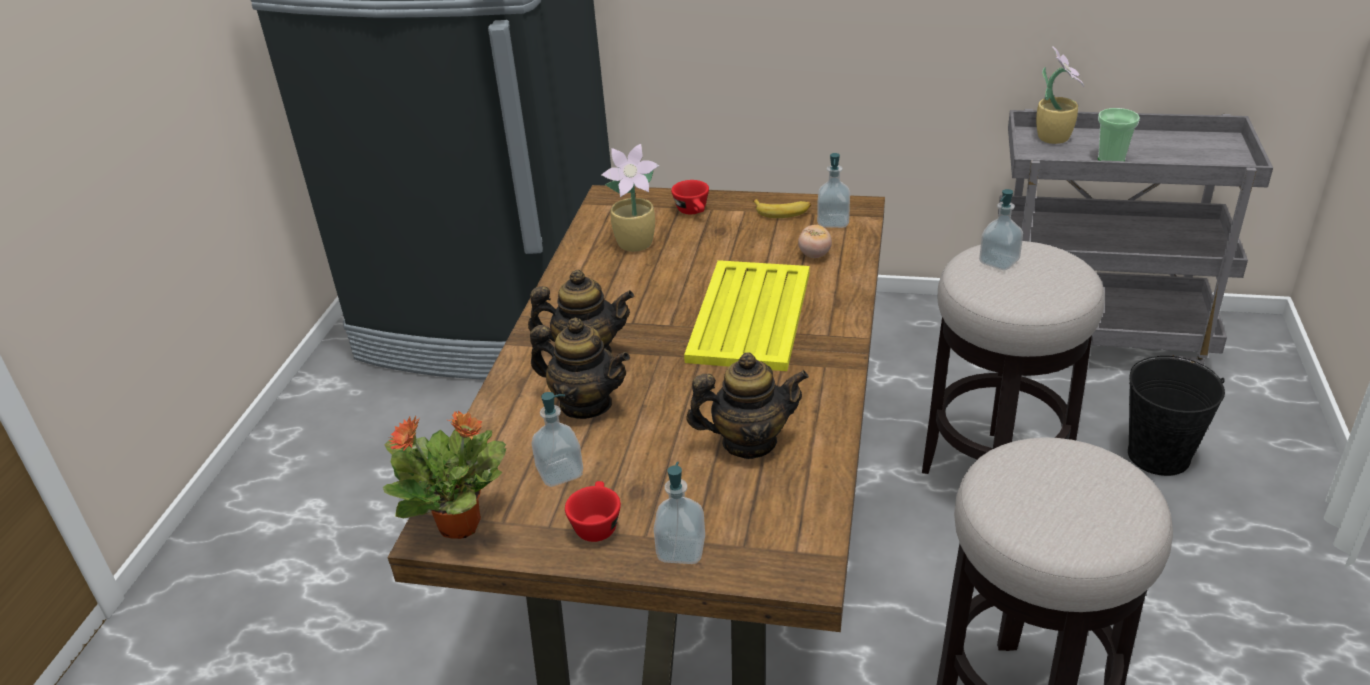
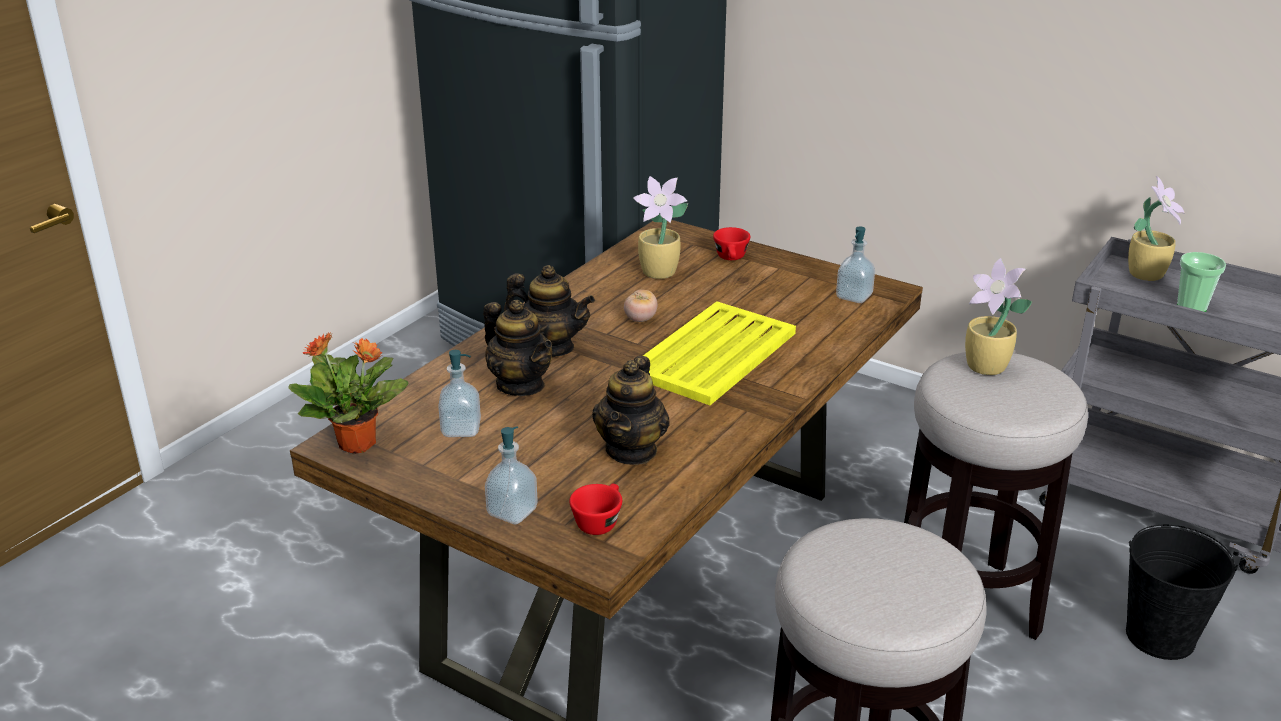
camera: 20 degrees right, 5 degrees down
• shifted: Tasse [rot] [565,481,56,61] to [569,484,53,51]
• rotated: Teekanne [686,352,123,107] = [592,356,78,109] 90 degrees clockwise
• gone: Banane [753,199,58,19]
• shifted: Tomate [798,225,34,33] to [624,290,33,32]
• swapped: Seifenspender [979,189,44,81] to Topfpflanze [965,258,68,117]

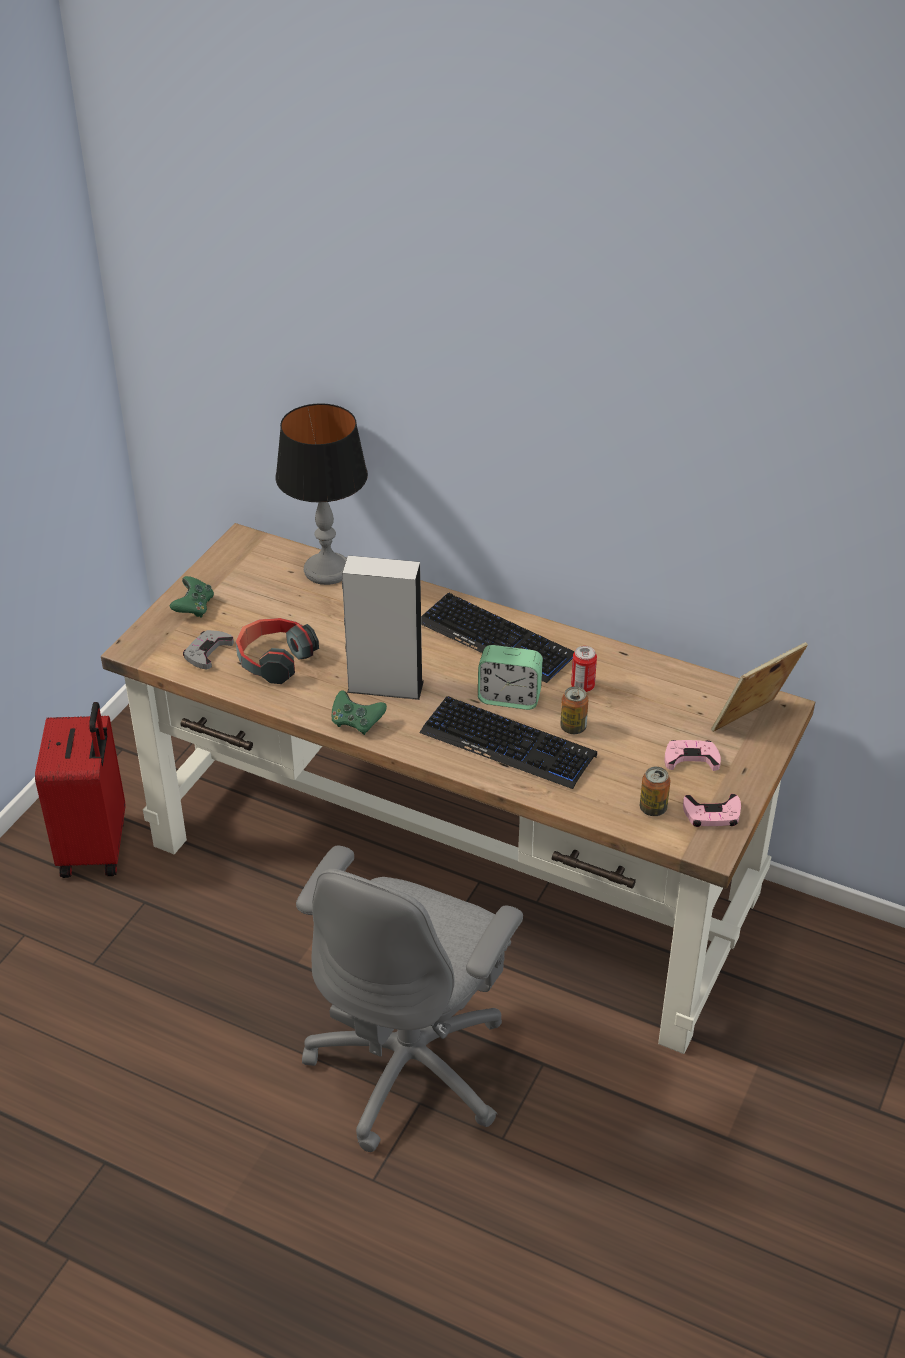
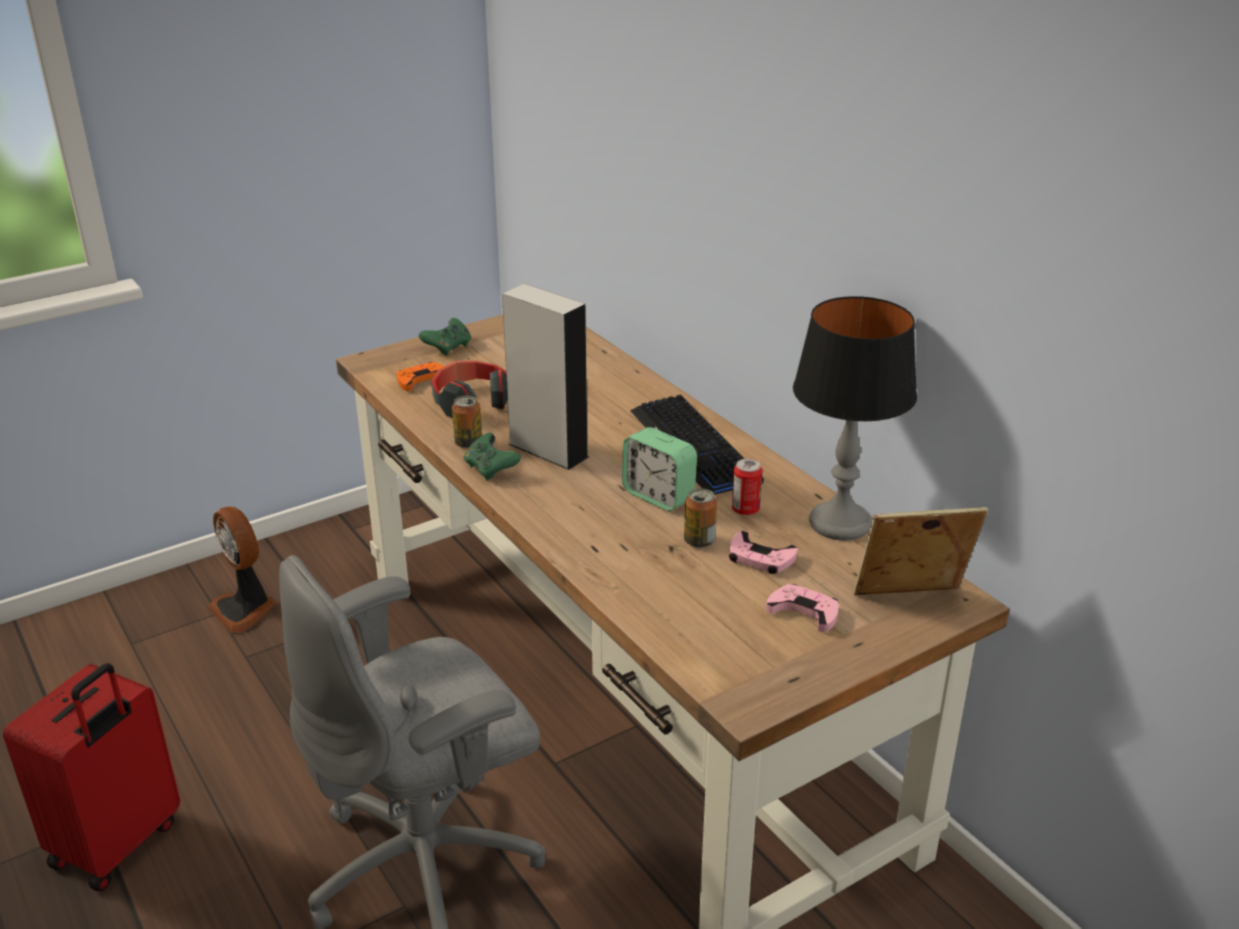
camera: 30 degrees right, 10 degrees down
• shifted: Koffer [rot] [35,702,90,176] to [3,663,177,228]
• repainted: Gamepad [grau] [183,630,51,39] to Gamepad [orange] [397,362,47,29]
• shifted: Tischlampe [276,403,92,182] to [793,296,124,245]
• gone: Tastatur [420,696,177,93]
• shifted: Dose [640,767,31,49] to [452,395,30,53]
• shifted: Gamepad [rosa] [683,794,58,33] to [729,531,68,43]
• new: Ventilator [207,506,69,127]

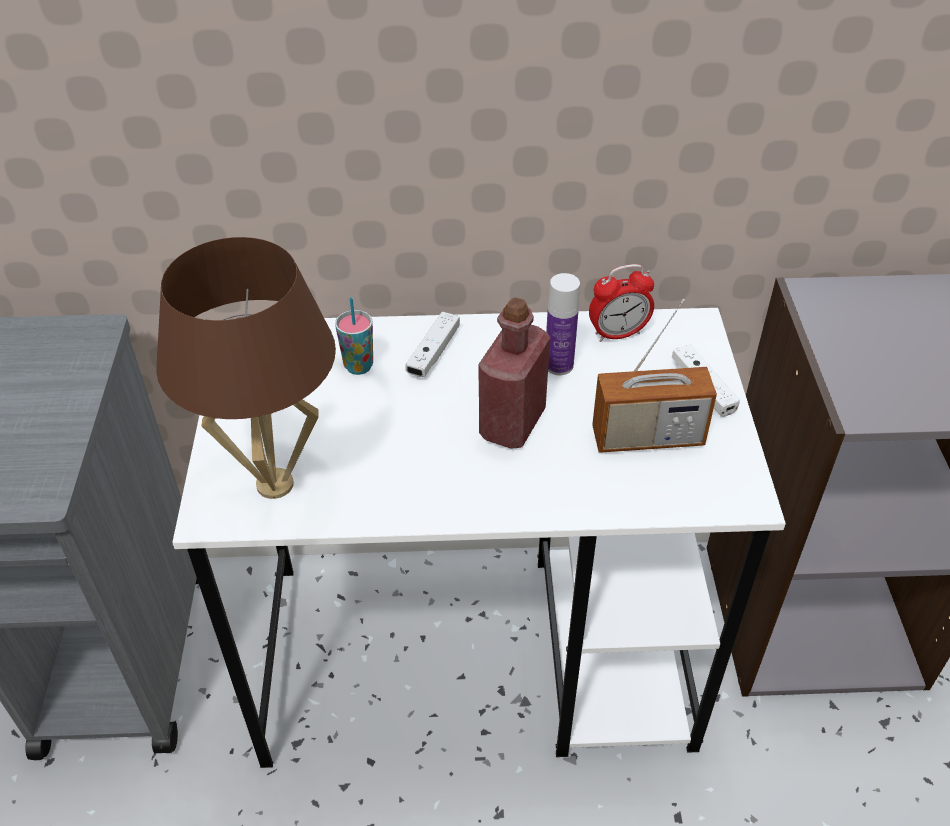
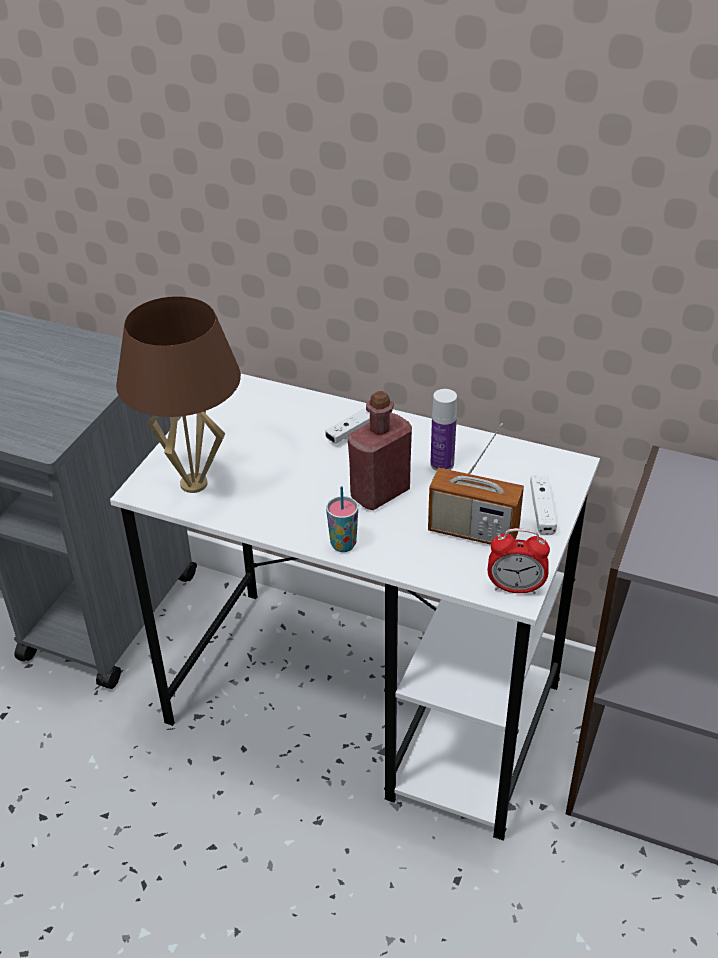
camera: 25 degrees right, 5 degrees down
• shifted: Tasse [335,297,38,78] to [326,486,32,66]
• shifted: Wecker [589,264,65,78] to [488,528,62,66]

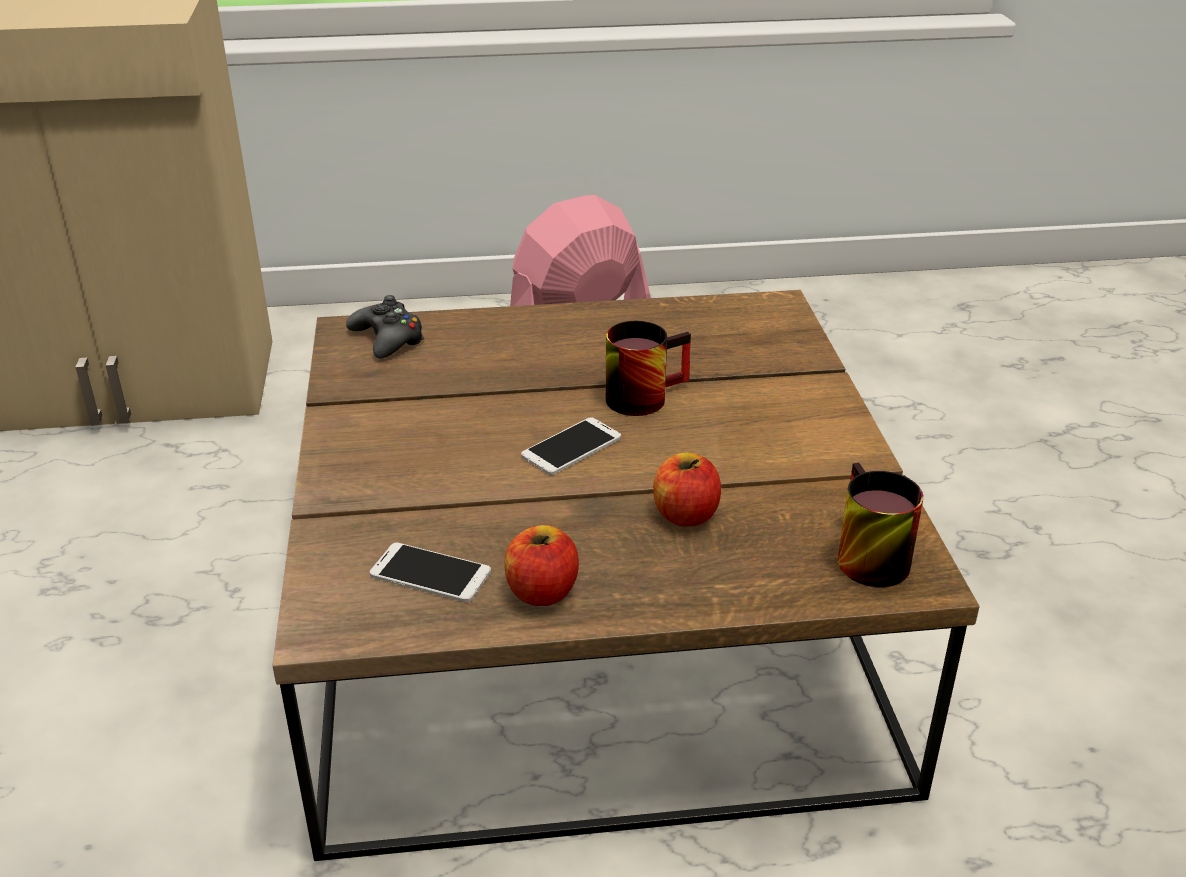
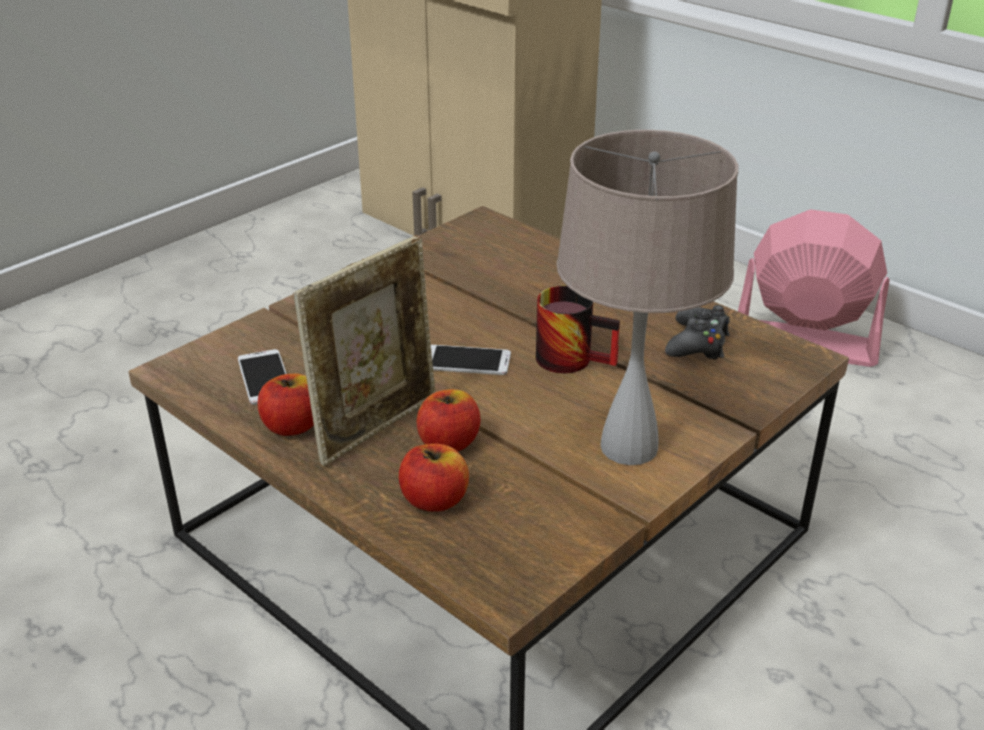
camera: 50 degrees right, 0 degrees up
• shifted: Gamepad [schwarz] [346,295,78,64] to [665,305,65,55]
• gone: Henkelbecher [838,463,85,124]
• new: Bilderrahmen [293,235,142,231]
• new: Apfel [399,444,70,68]
• new: Tischlampe [beige] [556,130,182,335]

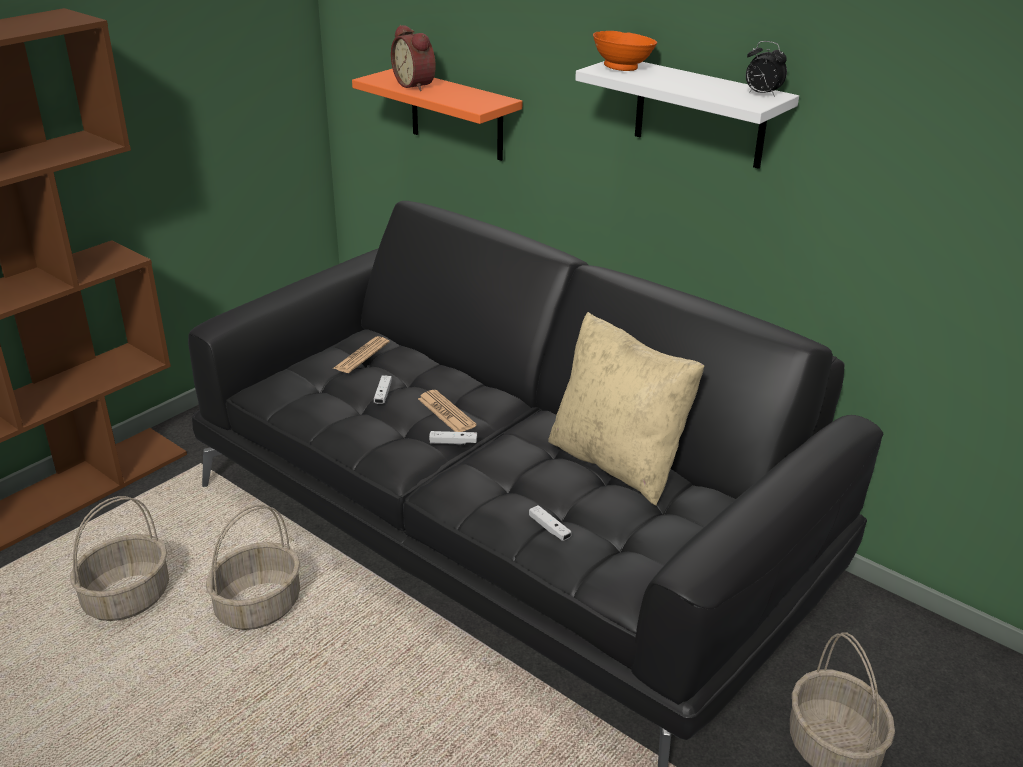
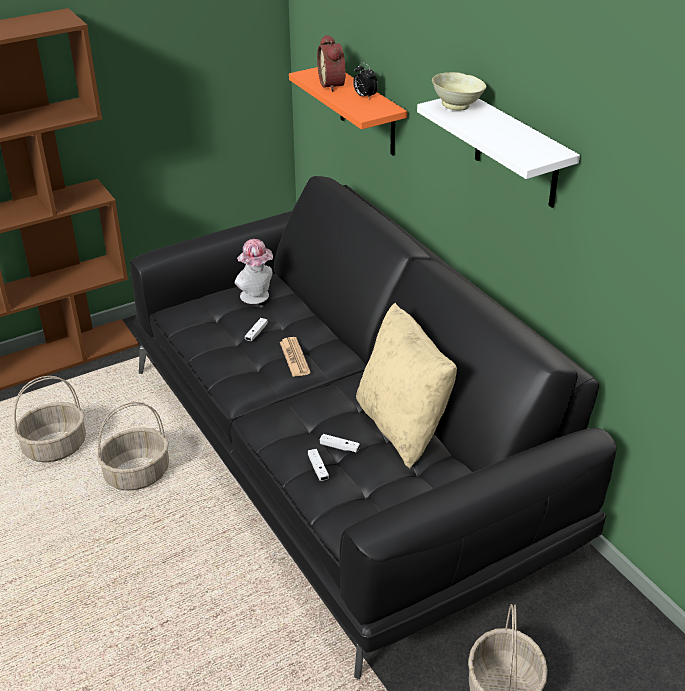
camera: 20 degrees right, 5 degrees up
• swapped: Zeitung [332,336,58,37] to Hut [235,239,38,65]
• shifted: Gamepad [weiß] [429,431,48,13] to [320,434,40,18]
• repainted: Schüssel [orange] [593,31,64,40] to Schüssel [beige] [432,72,54,38]
• shifted: Wecker [746,41,41,56] to [353,62,25,37]

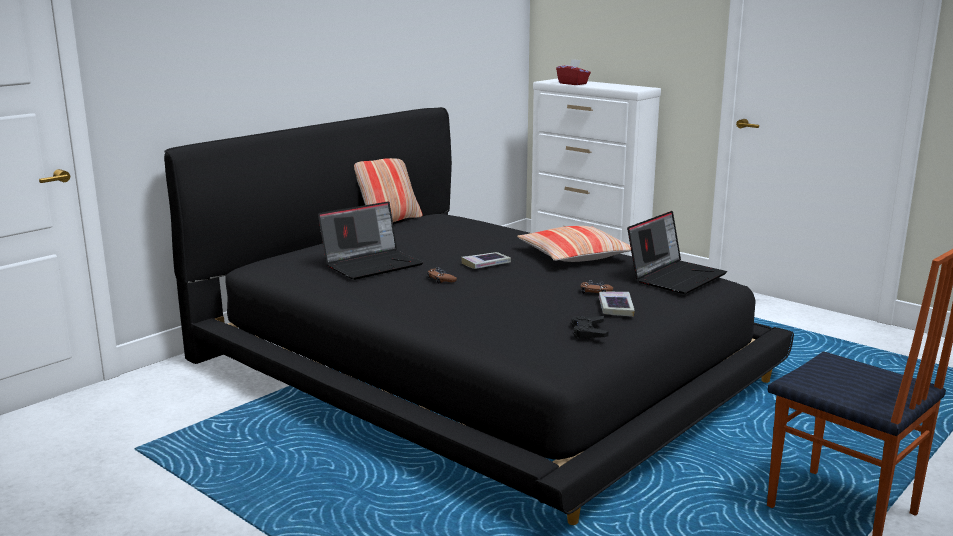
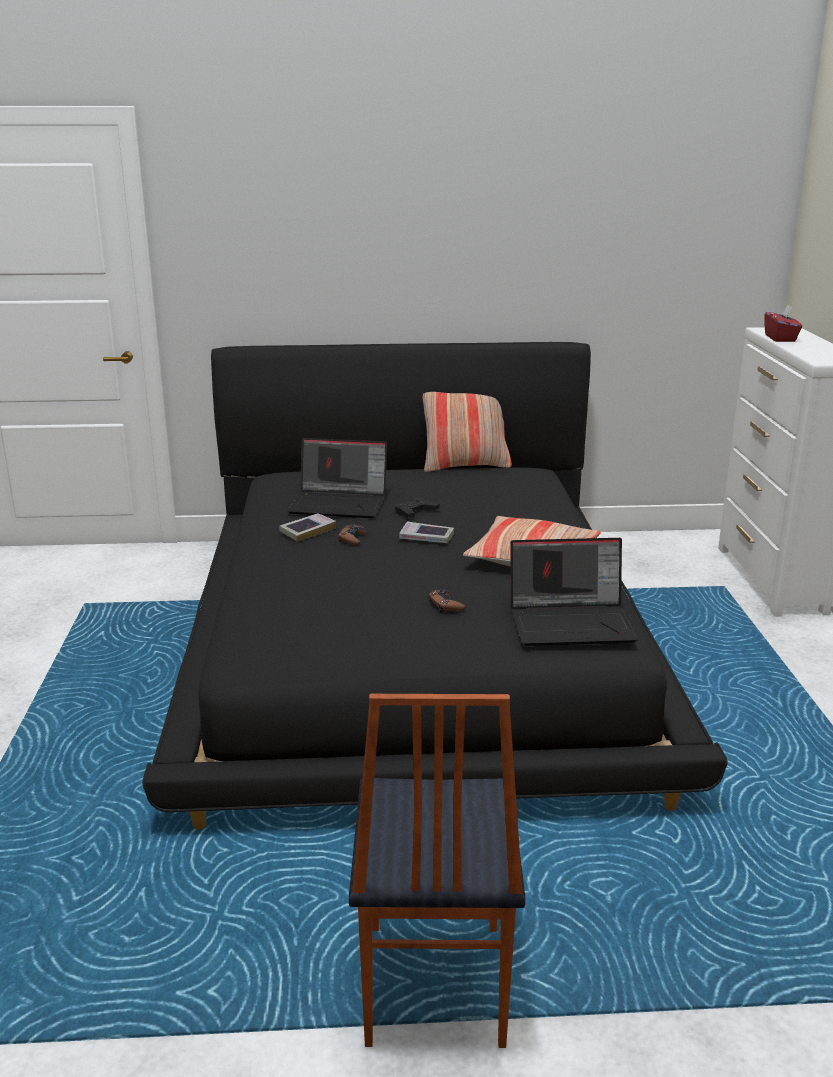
camera: 45 degrees right, 5 degrees up
• shifted: Gamepad [schwarz] [571,316,38,23] to [395,497,44,21]
• shifted: Buch [599,292,36,25] to [279,513,57,29]

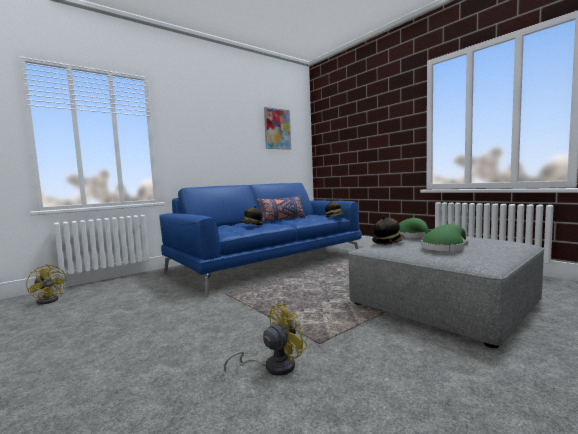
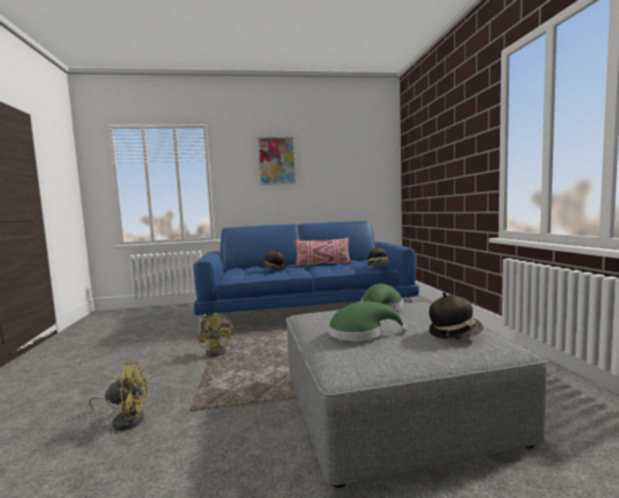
camera: 30 degrees right, 0 degrees up
• shifted: Ventilator [gelb] [26,264,40,41] to [196,312,38,45]
• repainted: Kissen [blau] [257,195,49,27] to Kissen [rosa] [293,237,59,29]
• shifted: Bild [264,107,27,43] to [258,137,38,48]
• shifted: Hut [372,216,33,29] to [429,292,55,48]

